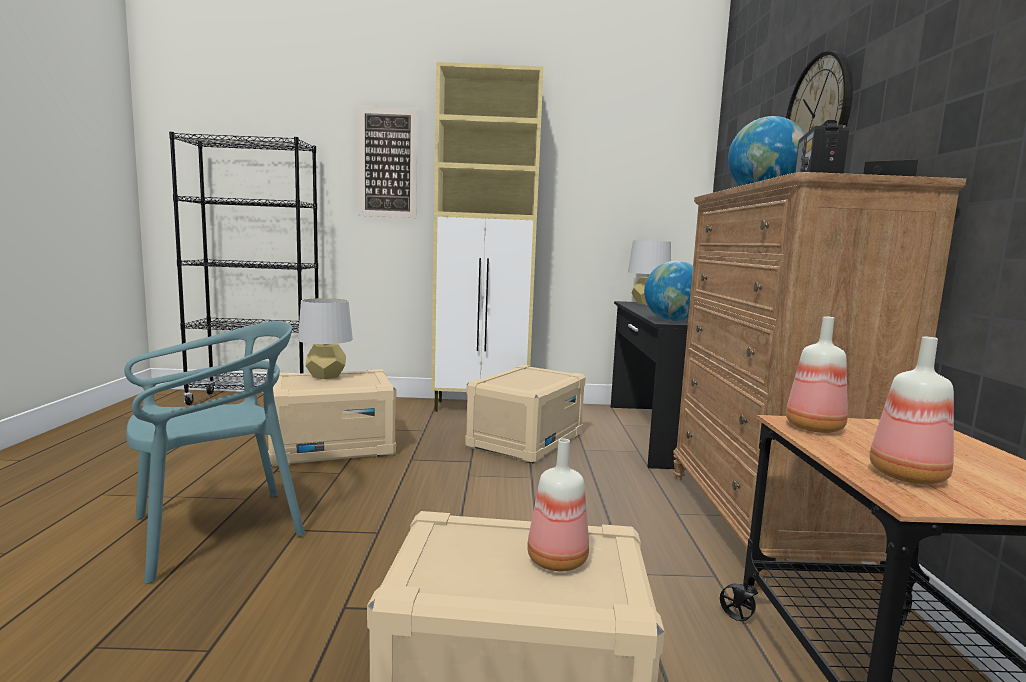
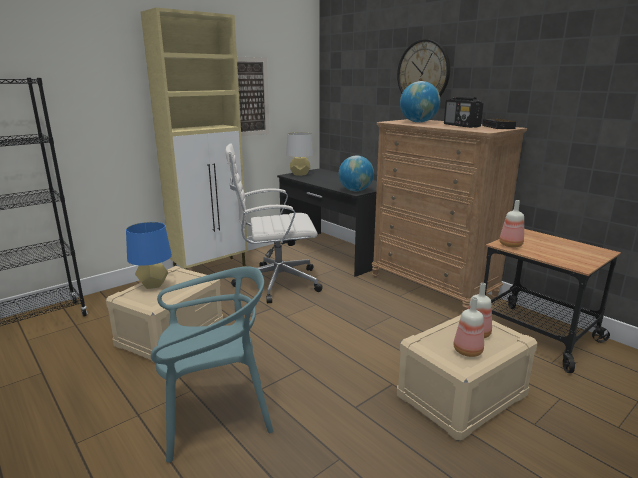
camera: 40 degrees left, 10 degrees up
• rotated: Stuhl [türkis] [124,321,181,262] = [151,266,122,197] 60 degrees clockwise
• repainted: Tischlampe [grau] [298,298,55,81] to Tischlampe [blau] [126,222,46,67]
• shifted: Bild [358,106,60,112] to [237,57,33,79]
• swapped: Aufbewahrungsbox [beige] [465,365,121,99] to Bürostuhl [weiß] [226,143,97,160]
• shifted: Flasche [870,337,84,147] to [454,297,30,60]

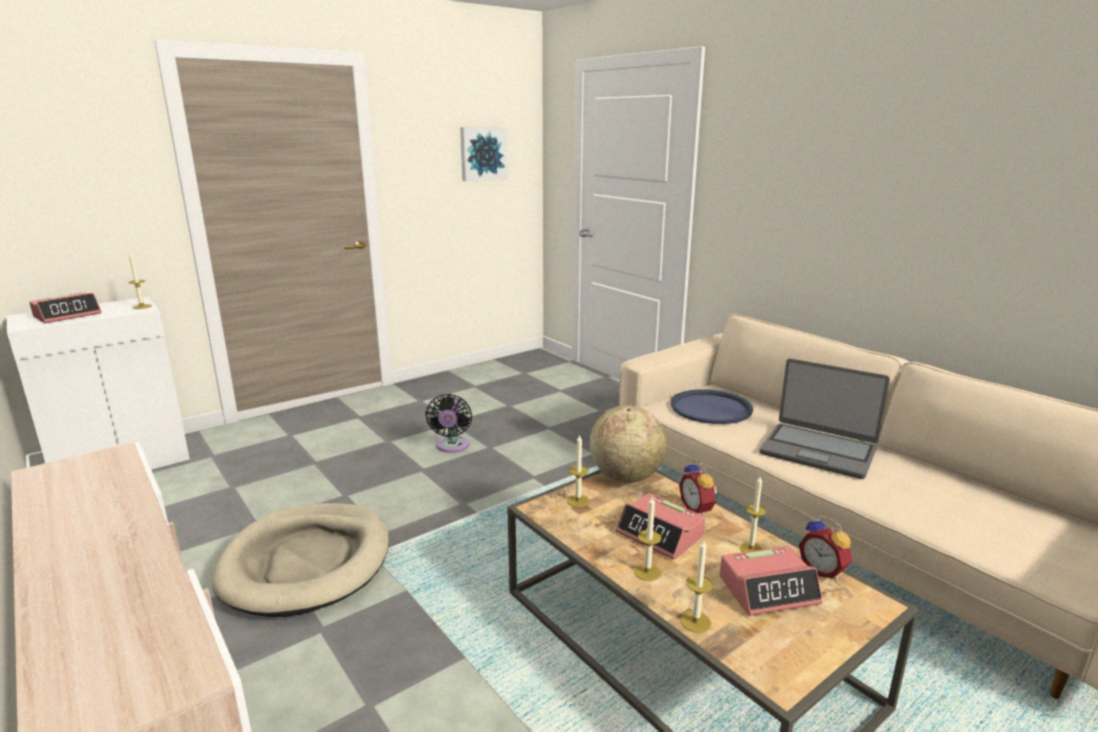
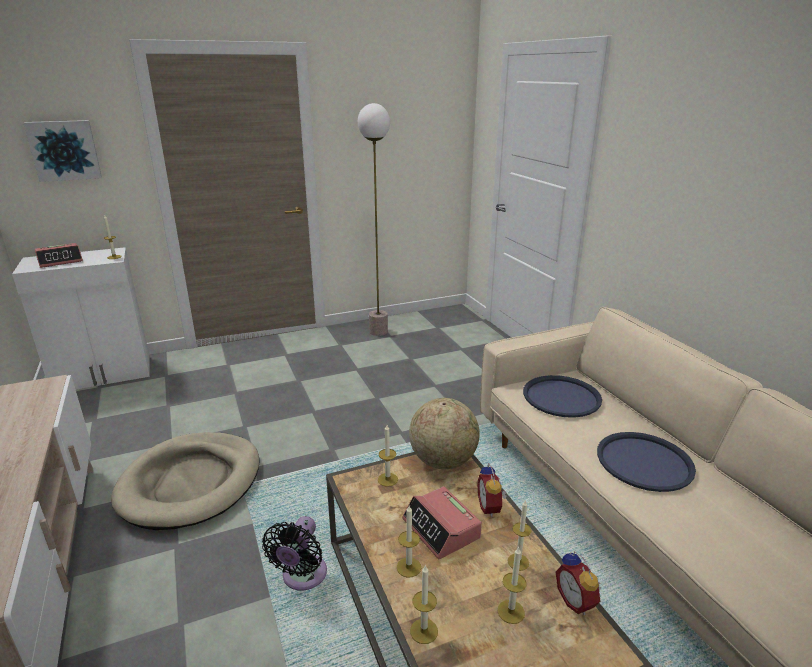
camera: 15 degrees right, 5 degrees up
• shifted: Ventilator [schwarz] [425,394,47,59] to [262,516,65,75]
• shifted: Bild [460,127,48,54] to [24,120,78,62]
• swapped: Wecker [720,546,103,70] to Kerze [498,546,29,78]
• swapped: Laptop [759,359,131,120] to Tablett [blau] [597,432,99,60]
• new: Stehlampe [358,103,32,233]

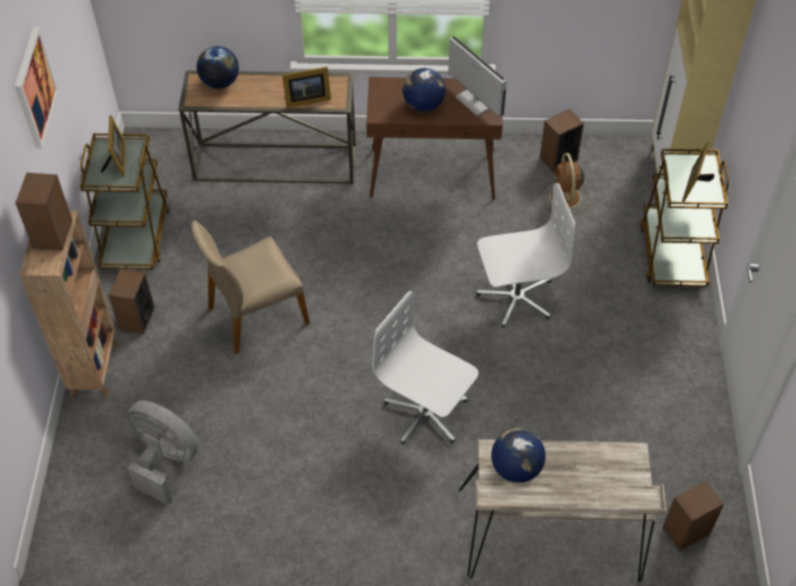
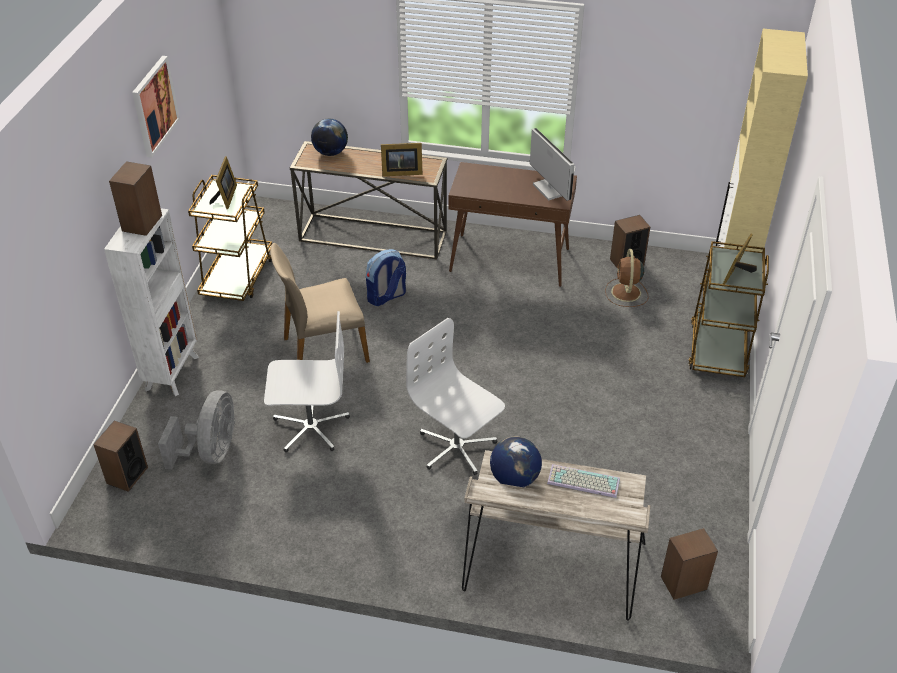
camera: 10 degrees right, 10 degrees down
• repainted: Bücherregal [braun] [19,211,101,187] to Bücherregal [weiß] [104,208,95,188]
• shifted: Lautsprecher [108,268,47,66] to [93,421,55,71]
• rotated: Ventilator [grau] [127,400,72,105] = [158,390,77,80] 60 degrees clockwise
• gone: Globus [403,68,43,44]
• shifted: Bürostuhl [weiß] [476,183,99,145] to [264,311,86,142]
• new: Rucksack [366,249,40,57]
• new: Tastatur [547,464,73,34]

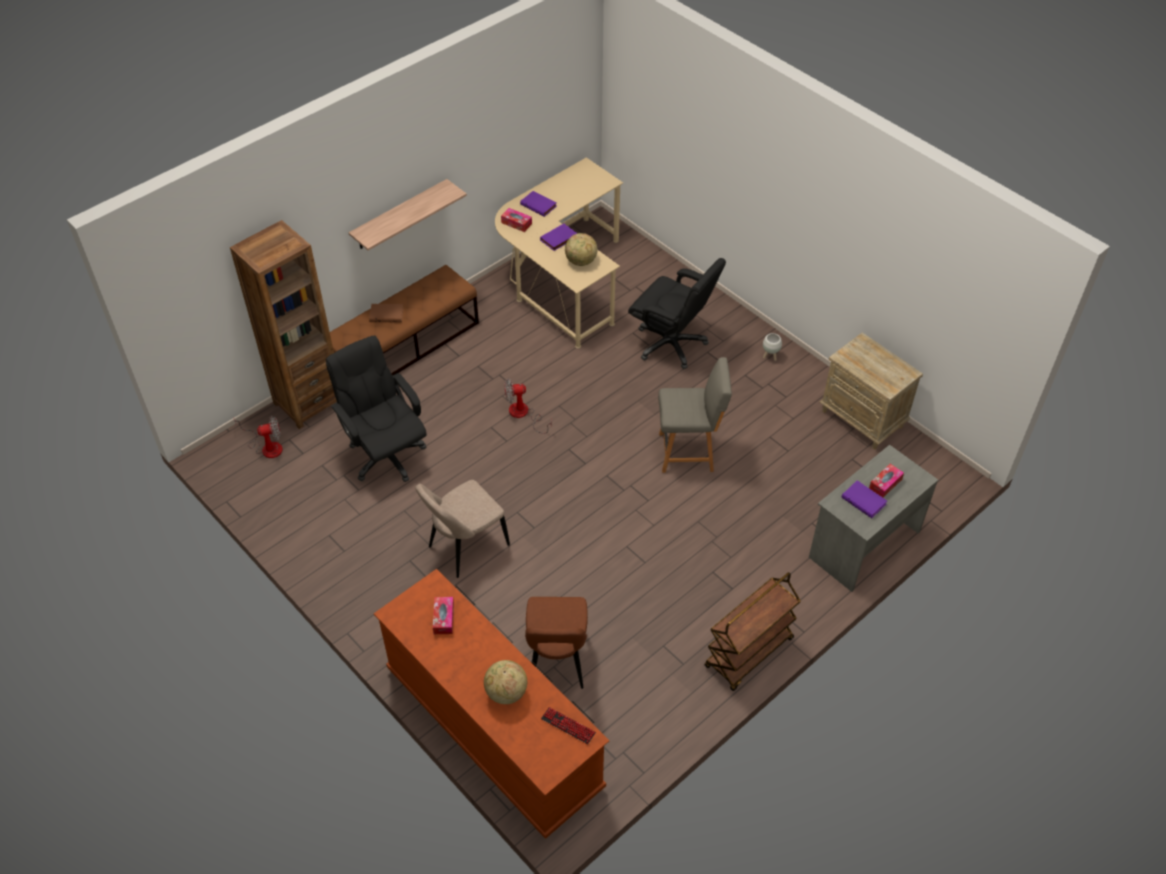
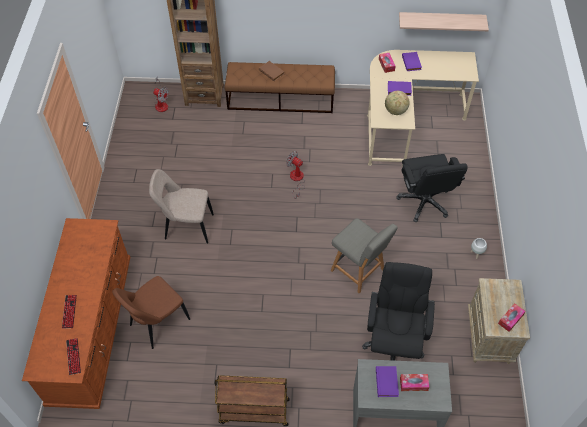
camera: 45 degrees right, 5 degrees up
• shifted: Bürostuhl [schwarz] [326,336,101,146] to [362,262,73,99]
• shifted: Wandregal [349,179,118,71] to [399,12,90,19]
• shifted: Taschentuchbox [433,597,21,37] to [498,303,28,29]
• swapped: Globus [484,660,43,44] to Tastatur [62,295,15,33]

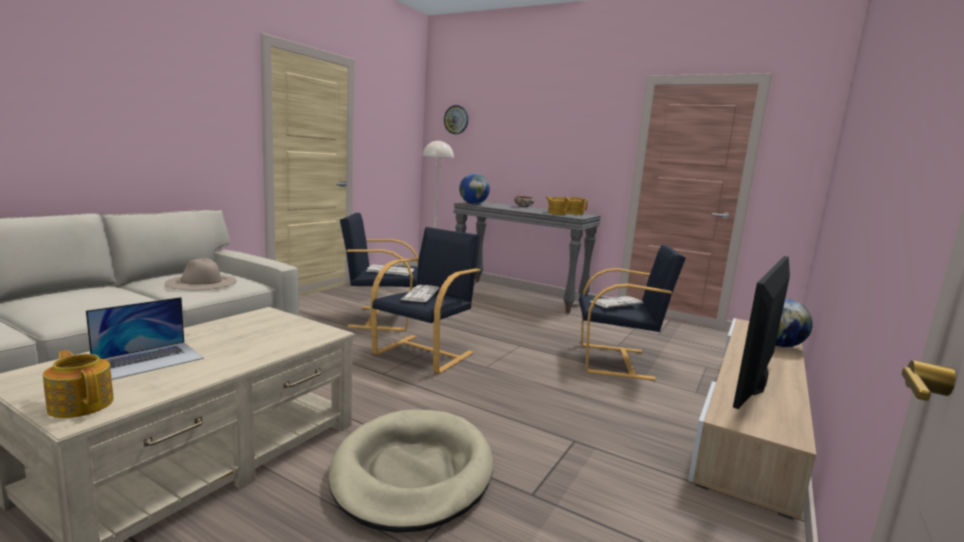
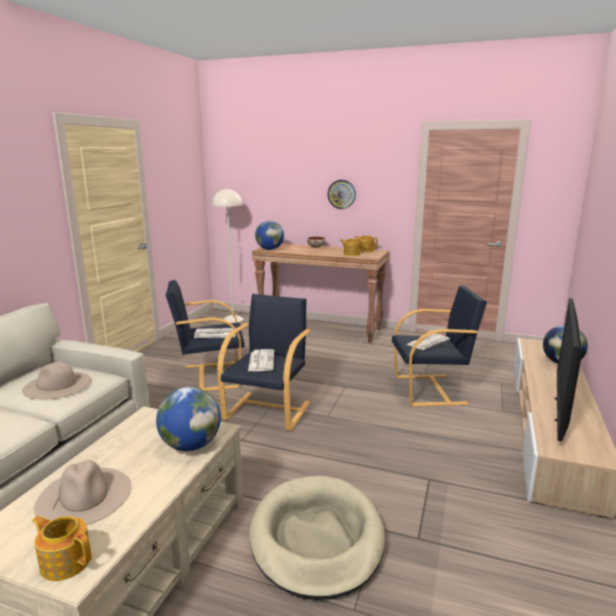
camera: 10 degrees left, 5 degrees up
• swapped: Laptop [86,297,118,83] to Hut [beige] [34,460,98,65]
• shifted: Wanduhr [444,105,24,29] to [327,180,29,29]
• repainted: Konsolentisch [grau] [453,202,148,112] to Konsolentisch [braun] [252,243,137,100]
• new: Globus [156,387,65,64]

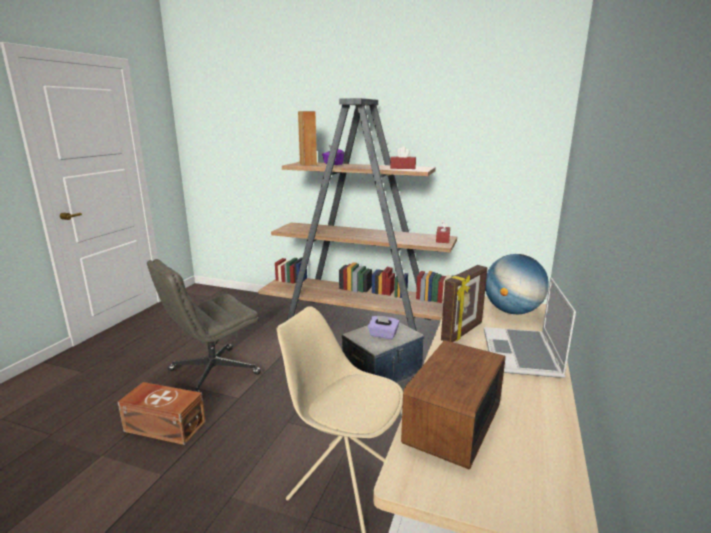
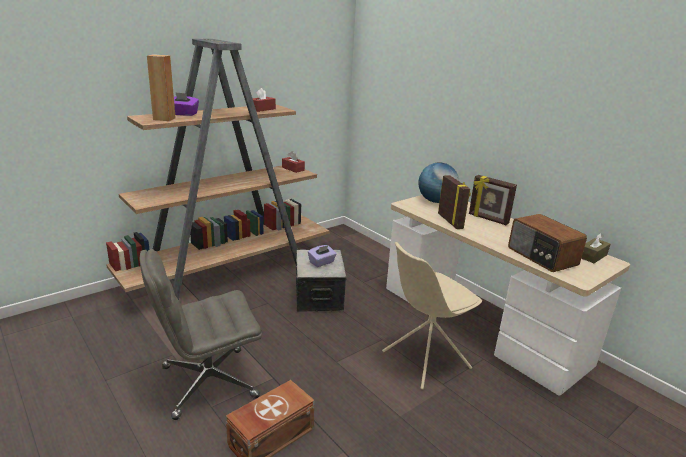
camera: 60 degrees left, 5 degrees up
• rotated: Bürostuhl [grau] [147,259,114,133] = [140,249,122,171] 75 degrees clockwise
• swapped: Laptop [484,278,92,100] to Bilderrahmen [469,175,48,50]
• new: Taschentuchbox [braun] [581,233,29,30]

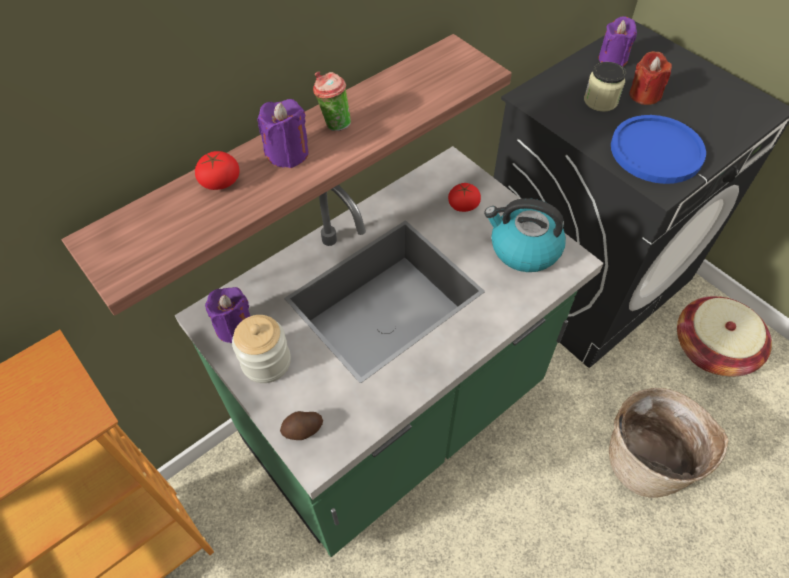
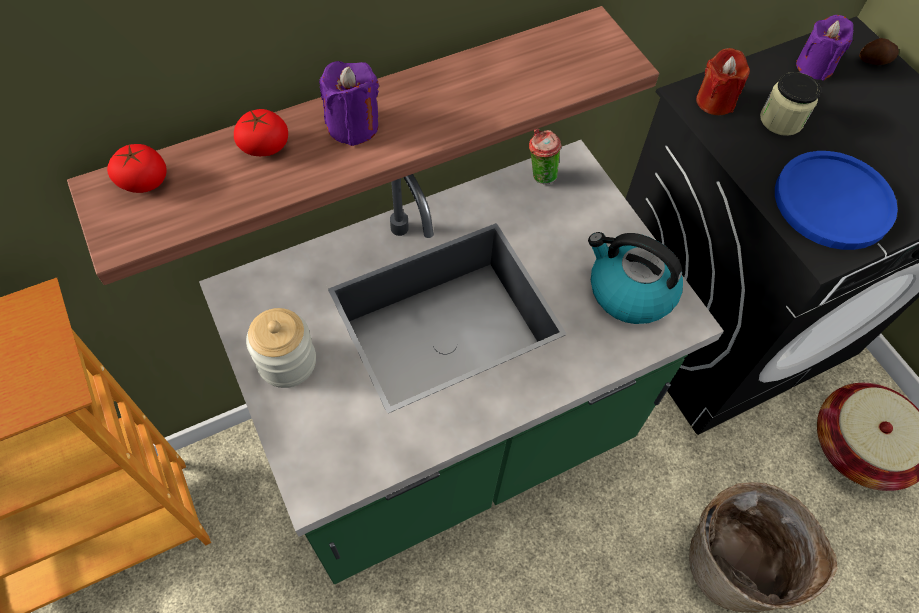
camera: 10 degrees right, 5 degrees up
• gone: Kerze [lila] [205,287,45,56]
• shifted: Kartoffel [280,411,43,29] to [859,38,40,27]
• shifted: Tasse [313,72,38,59] to [529,129,32,55]
• shifted: Tomate [448,183,33,29] to [107,144,60,49]
• shifted: Kerze [rot] [629,51,43,54] to [696,48,54,67]

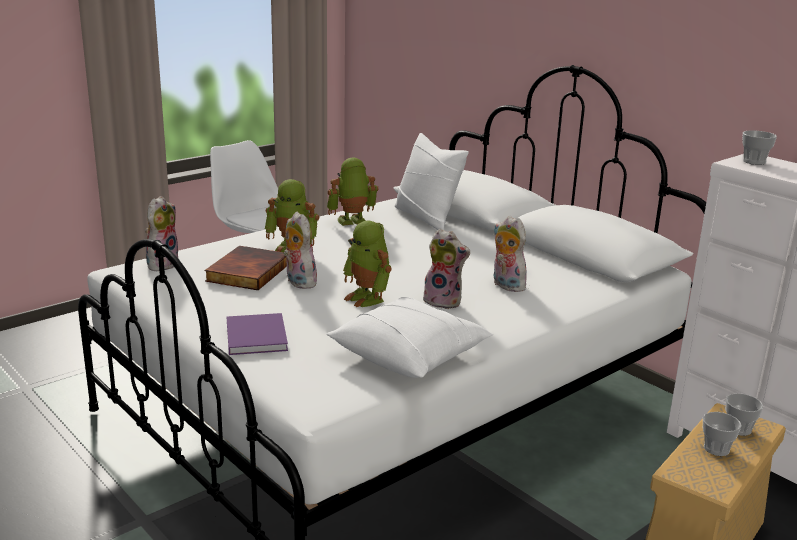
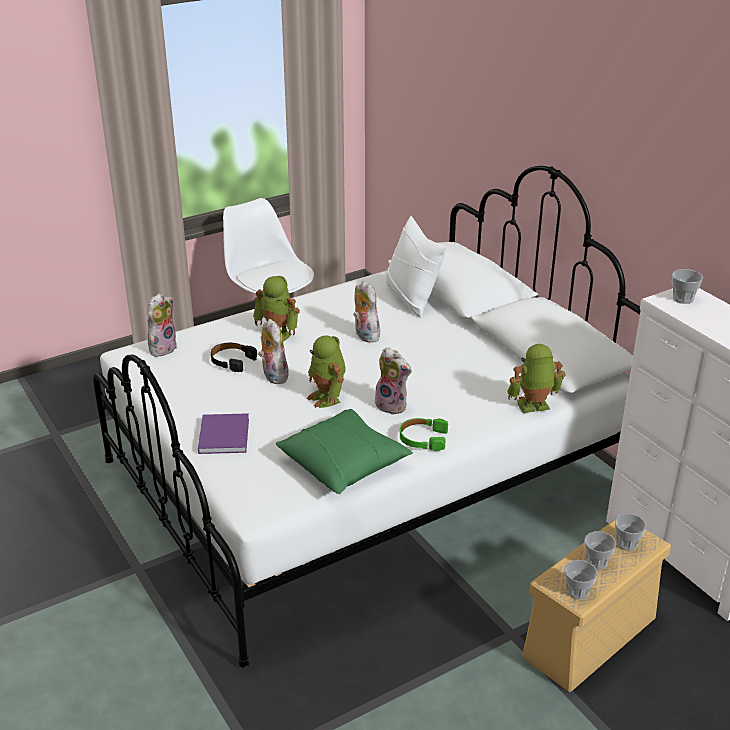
camera: 10 degrees right, 10 degrees up
• swapped: Buch [205,246,82,44] to Kopfhörer [schwarz] [211,343,46,29]
• shifted: Spielzeugroboter [327,158,52,68] to [507,344,58,69]
• repainted: Kissen [weiß] [327,297,166,81] to Kissen [grün] [276,409,137,85]
• shifted: Plüschtier [493,216,34,76] to [353,281,27,62]
• new: Kopfhörer [grün] [400,418,48,33]
• new: Tasse [565,560,32,40]

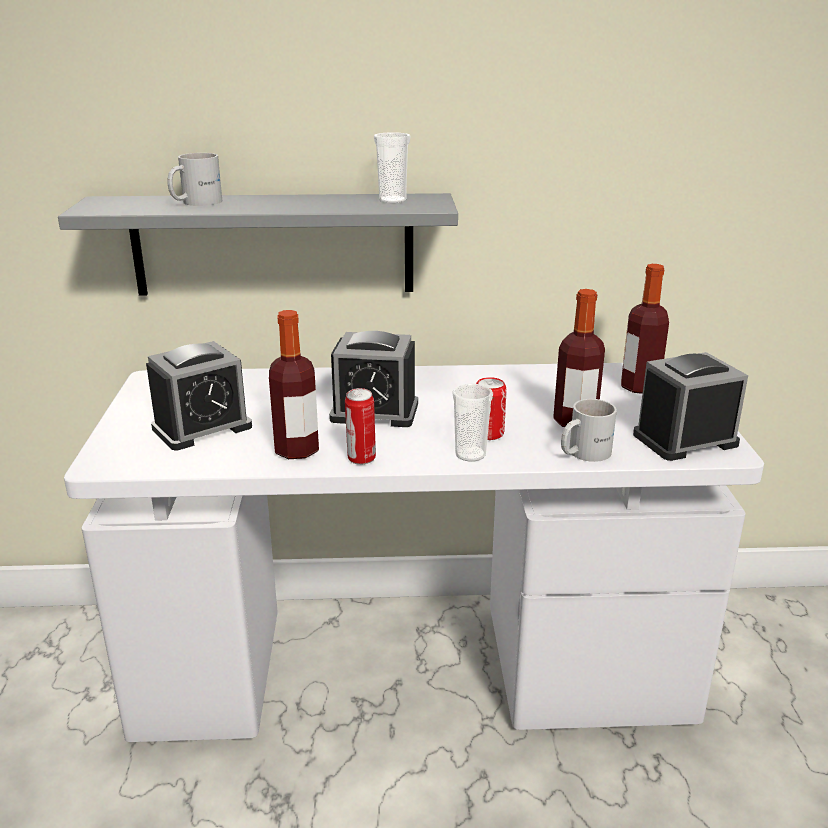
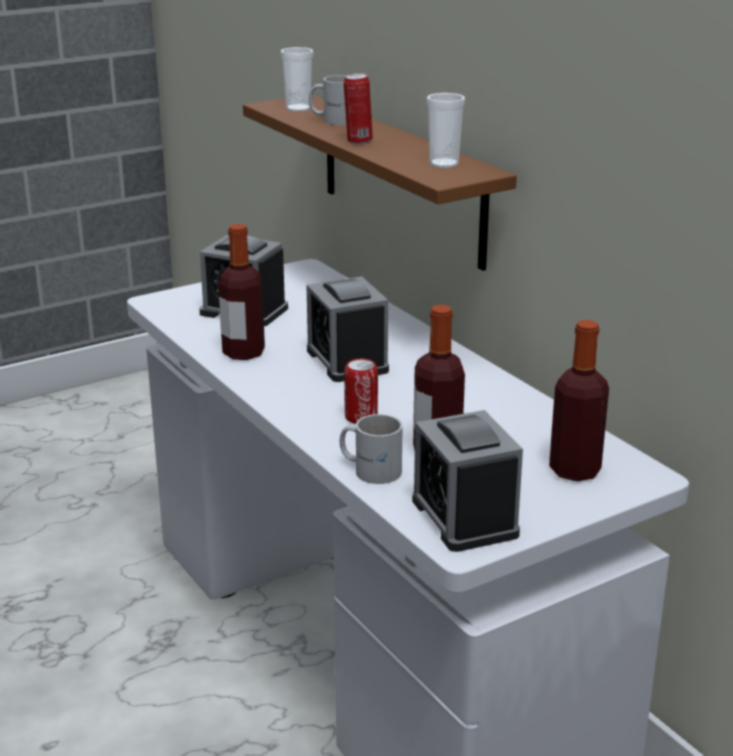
camera: 60 degrees right, 0 degrees up
• repainted: Wandregal [grau] [58,193,400,102] to Wandregal [braun] [243,95,274,176]
• shifted: Dose [345,388,31,77] to [344,73,29,71]
• shifted: Tasse [452,384,41,78] to [280,47,34,65]
• rotated: Wecker [633,352,115,109] = [412,410,111,142] 150 degrees counterclockwise

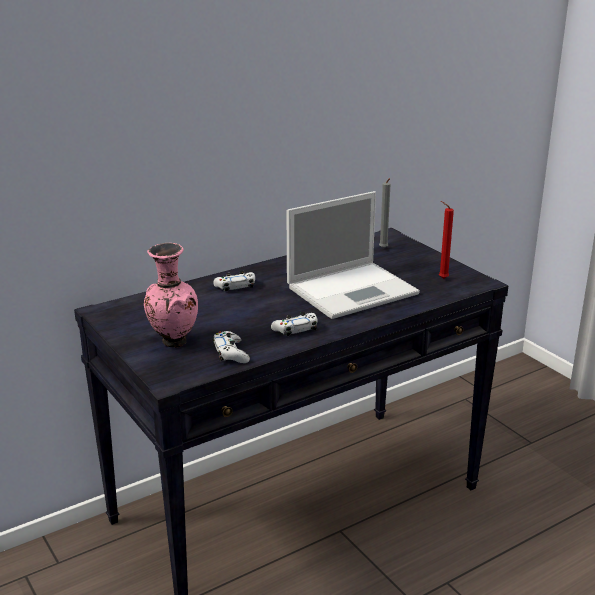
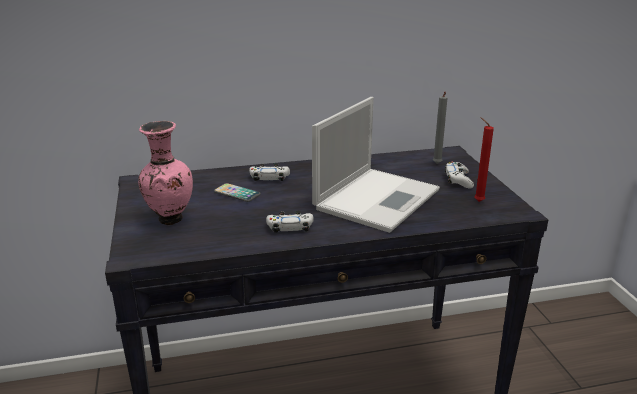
camera: 20 degrees right, 0 degrees up
• shifted: Gamepad [weiß] [213,331,37,32] to [445,162,29,27]
• rotated: Laptop [287,191,133,128] = [312,97,128,136] 45 degrees counterclockwise
• new: Handy [214,183,47,19]

